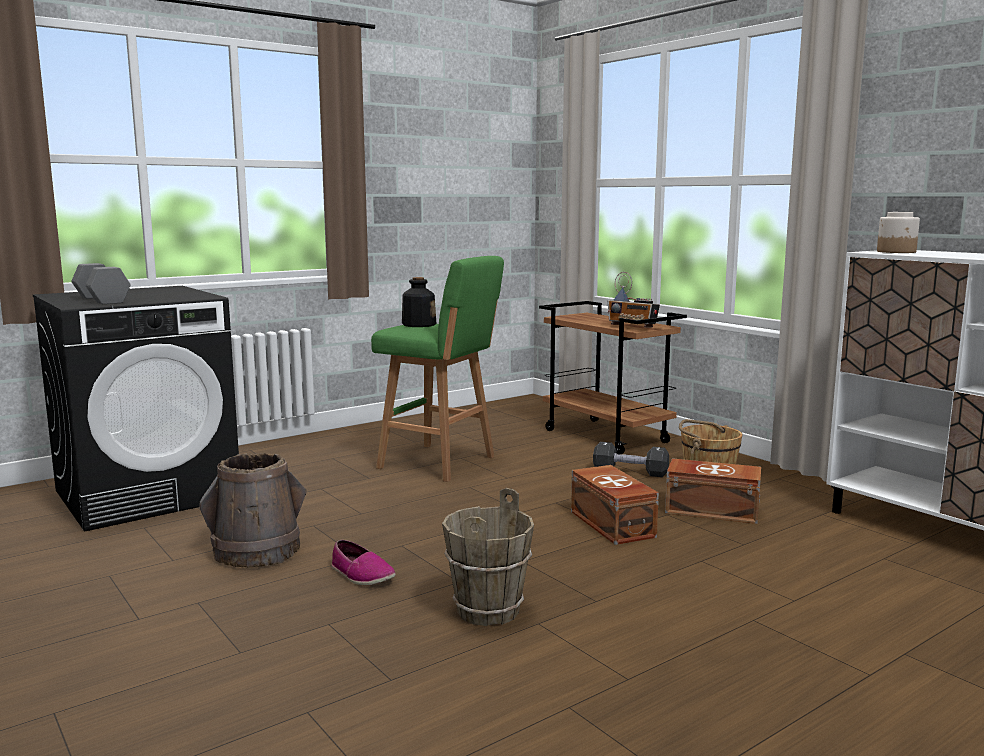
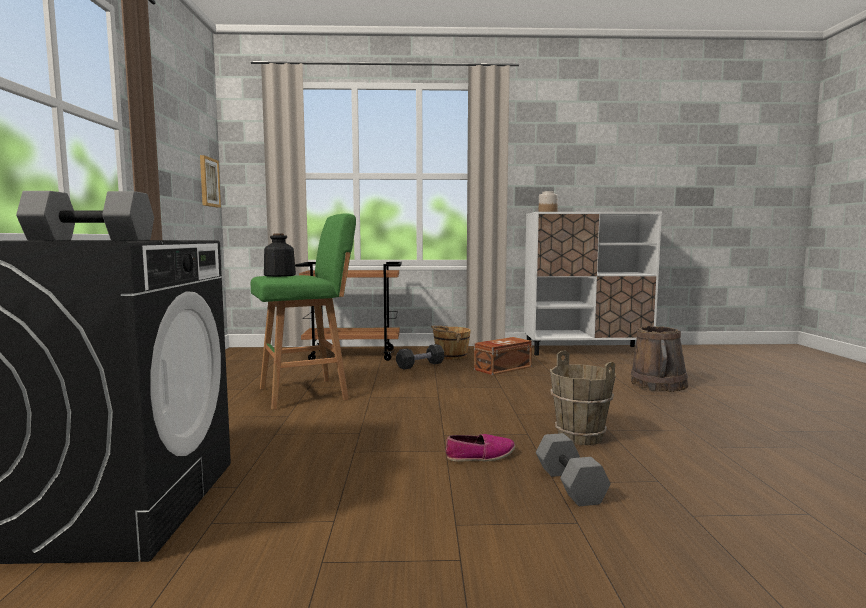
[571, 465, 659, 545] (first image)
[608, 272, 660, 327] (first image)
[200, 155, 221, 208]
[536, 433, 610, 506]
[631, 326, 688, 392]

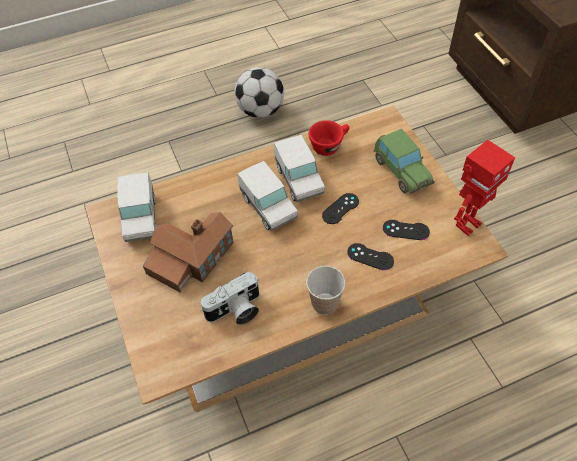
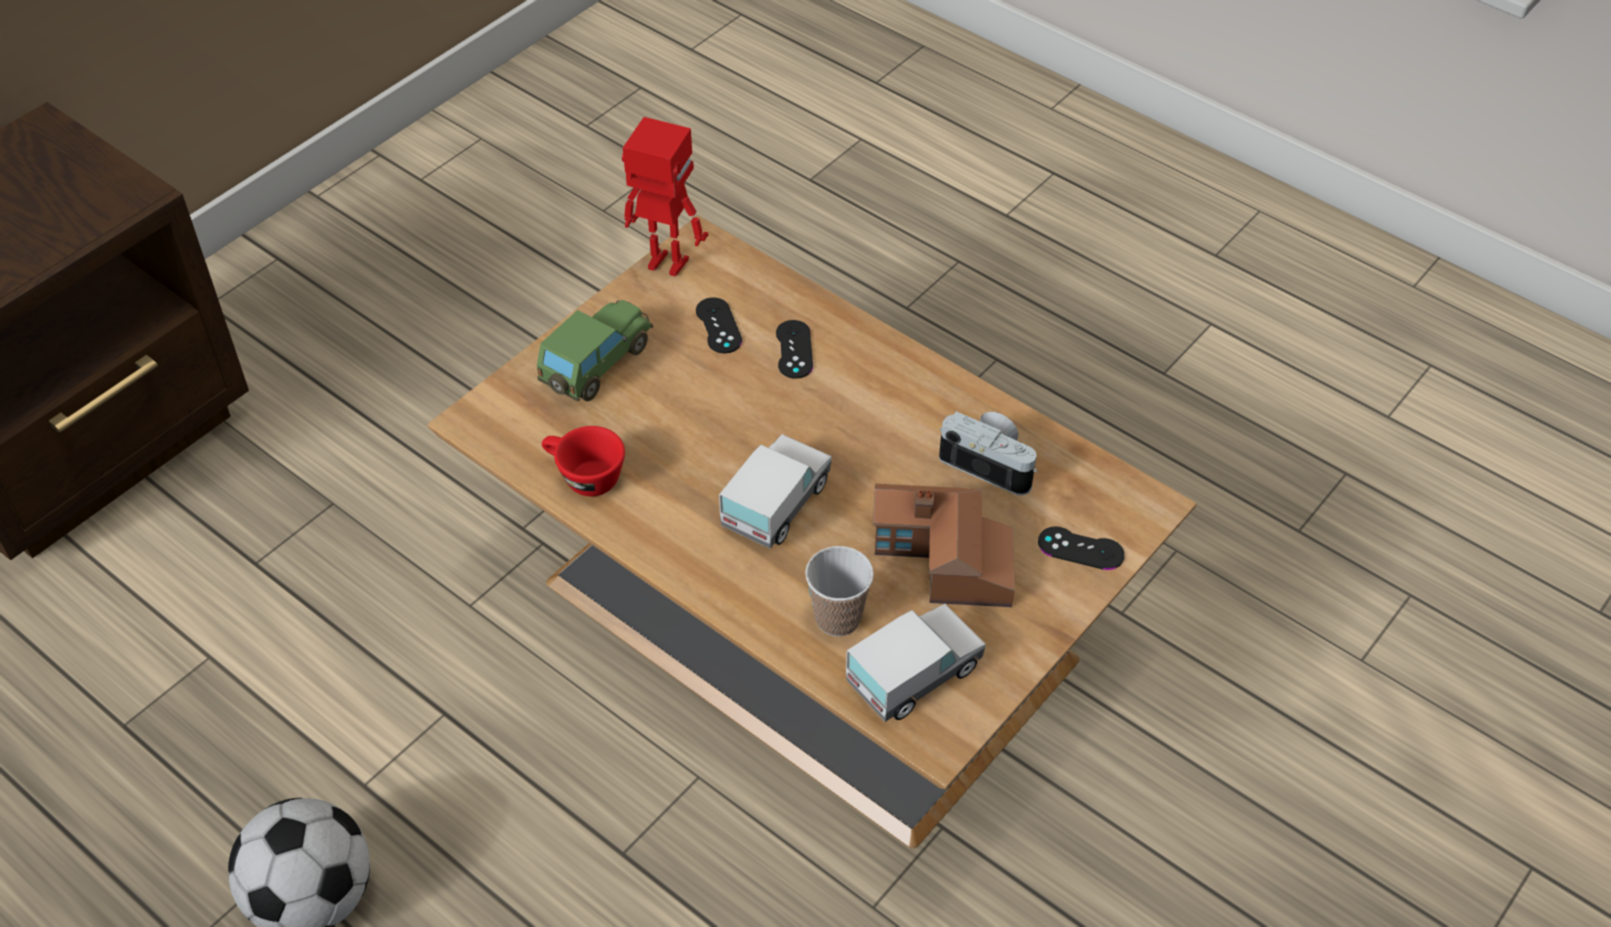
[274, 134, 325, 202] (first image)
[805, 546, 874, 637]
[1038, 526, 1125, 570]

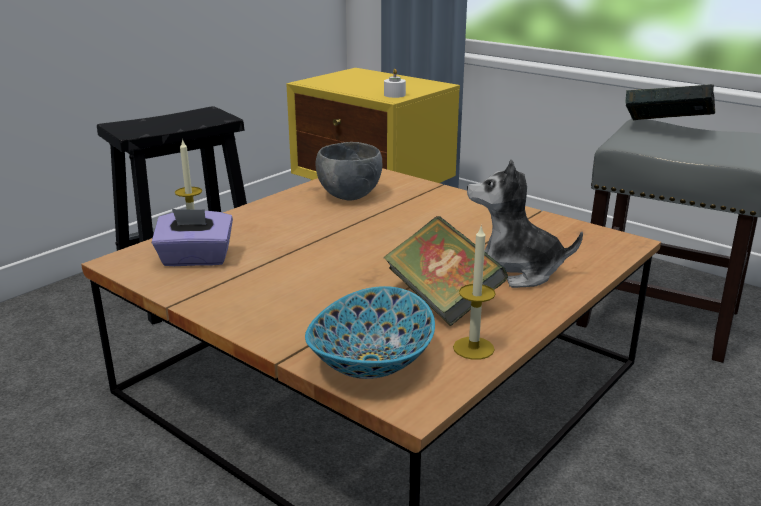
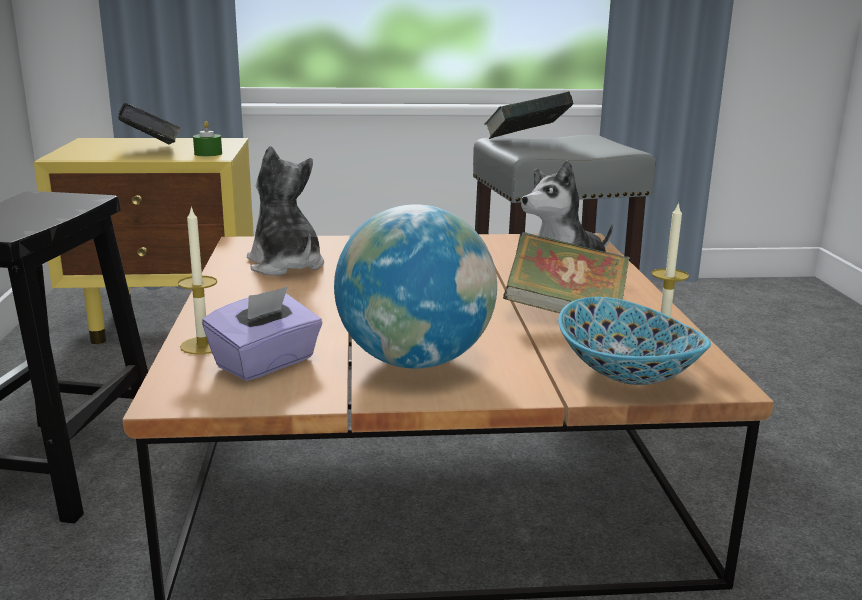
[118, 103, 182, 145]
[334, 204, 497, 369]
[247, 146, 324, 276]
[193, 121, 222, 157]

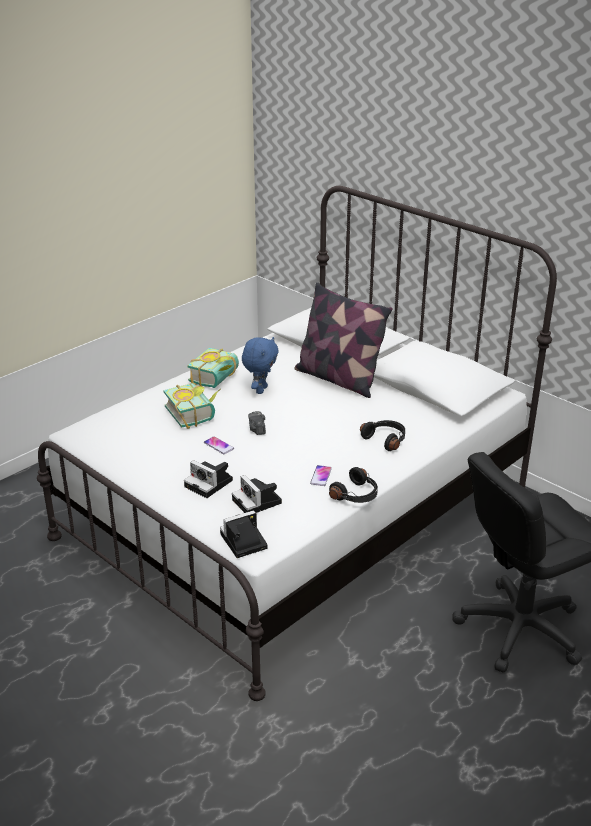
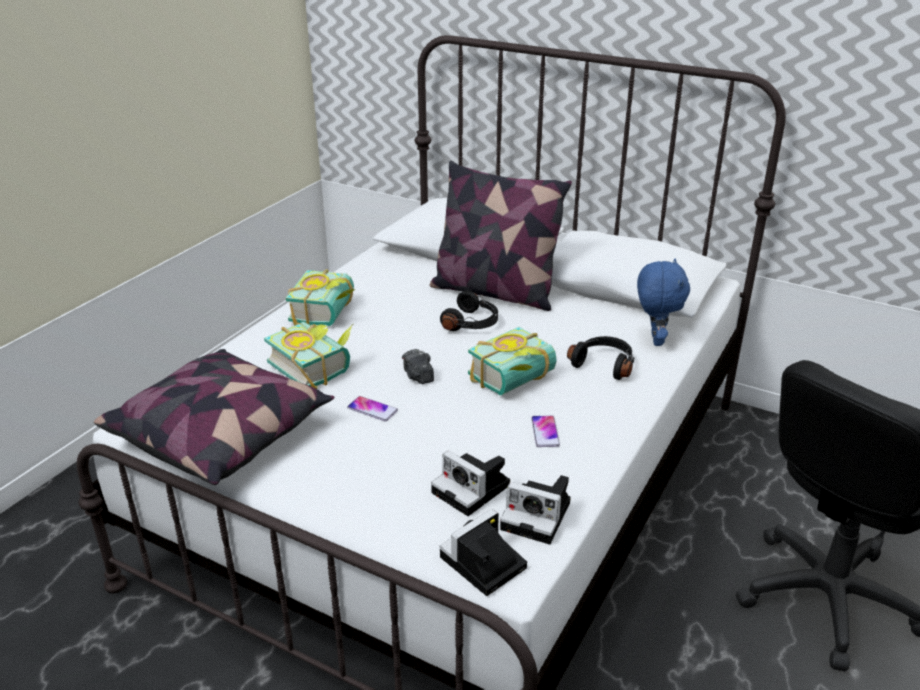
[94, 349, 334, 485]
[468, 327, 557, 395]
[500, 475, 571, 544]
[637, 259, 690, 346]
[440, 291, 498, 331]

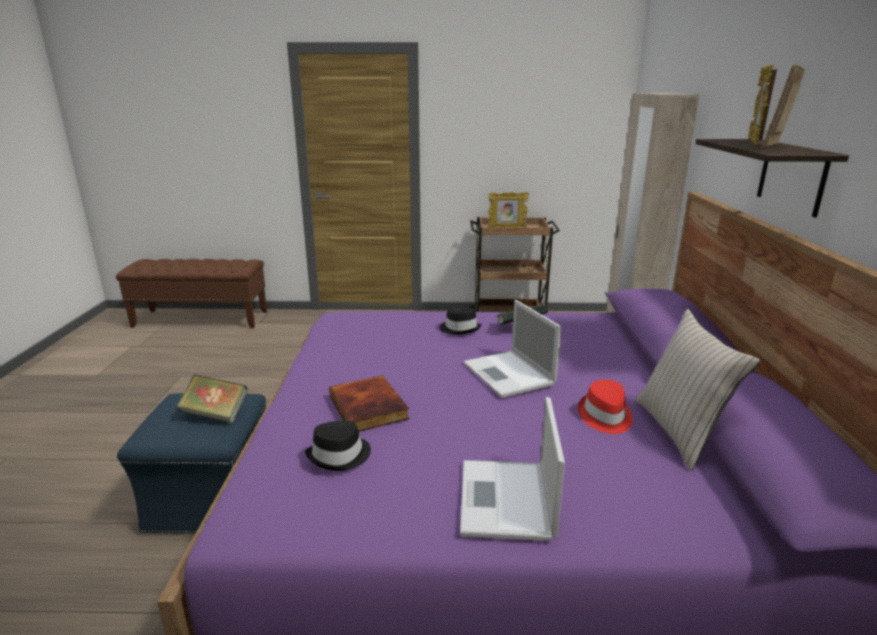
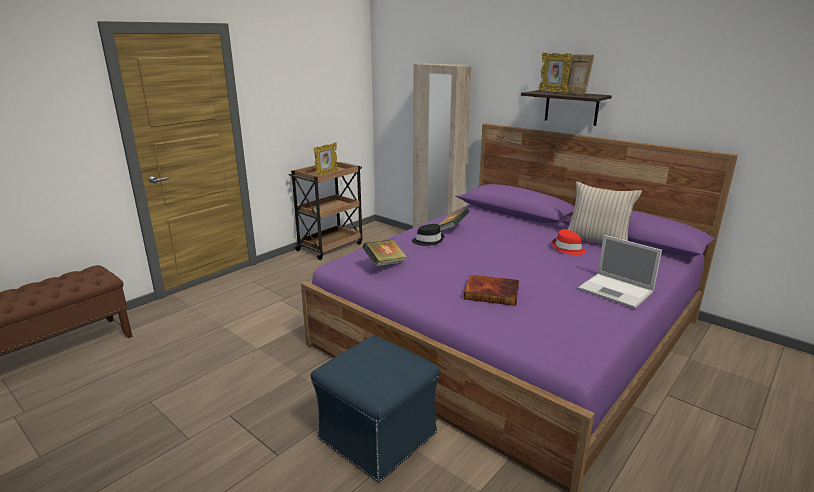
[305, 420, 371, 471] (first image)
[463, 300, 561, 398] (first image)
[362, 239, 407, 266]

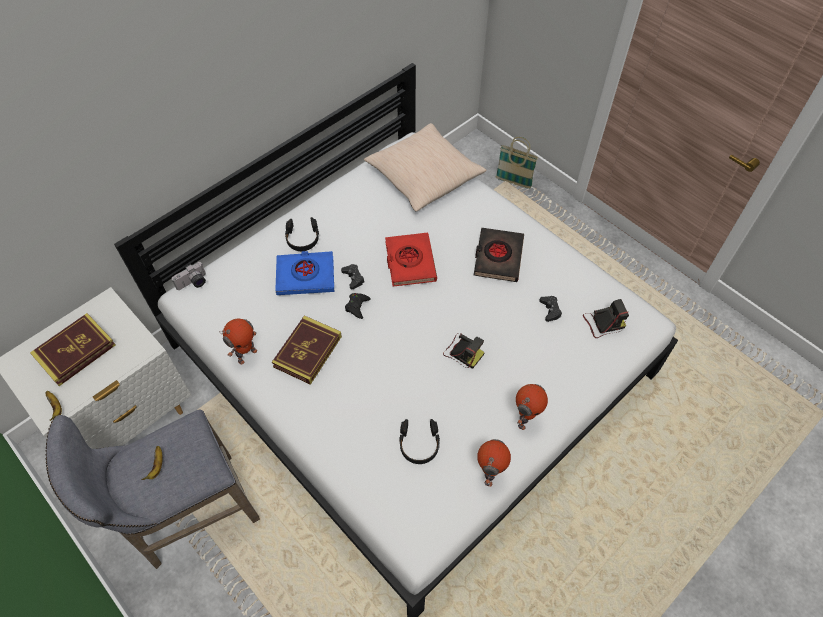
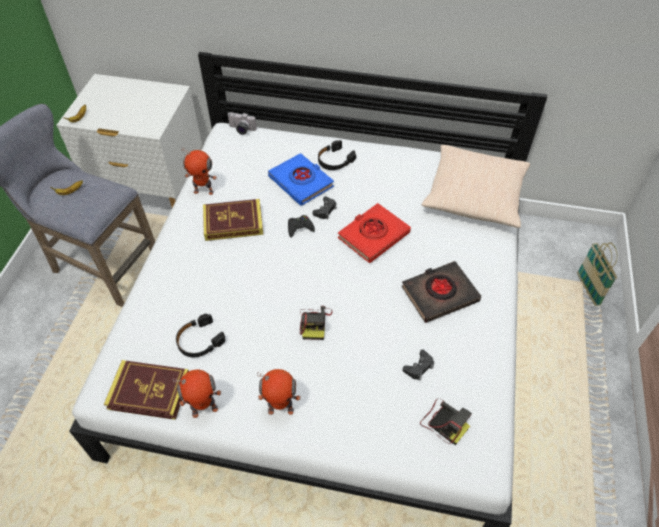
[104, 360, 189, 420]

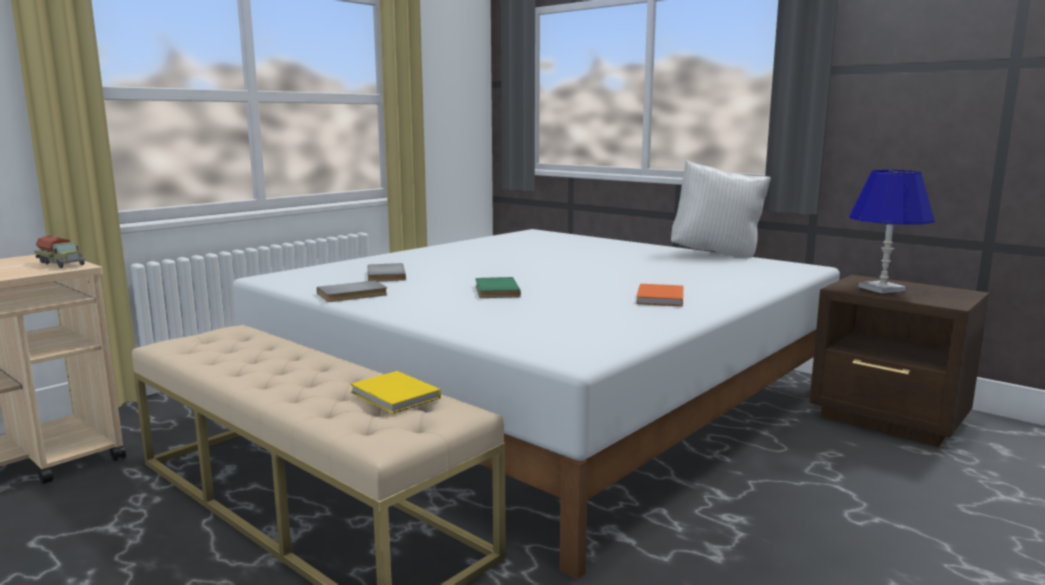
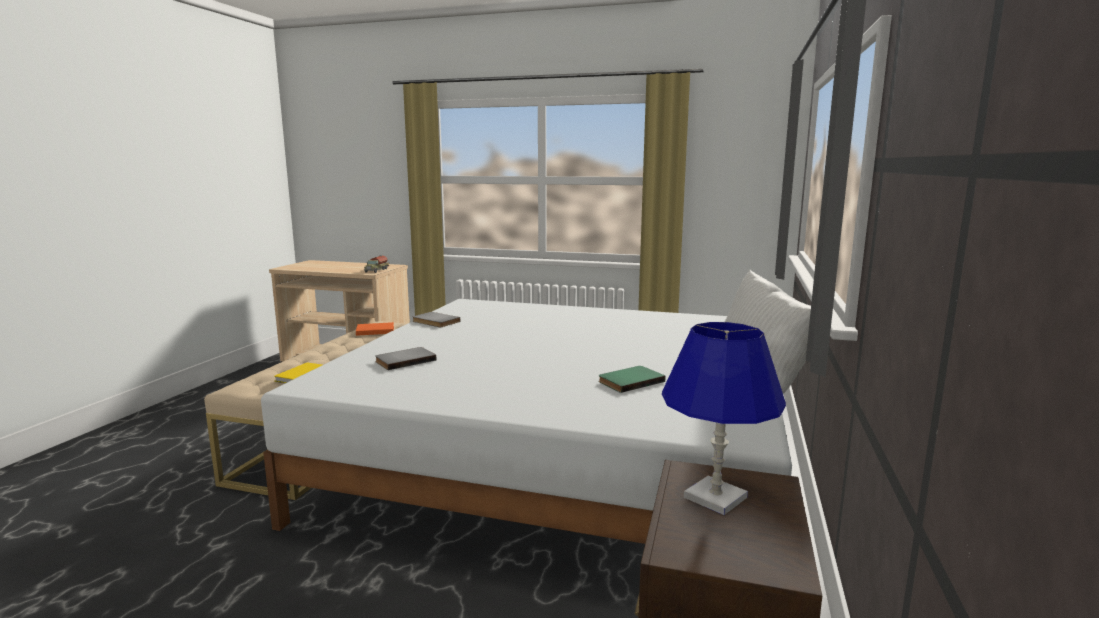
[375, 347, 436, 370]
[599, 366, 665, 393]
[356, 322, 394, 336]

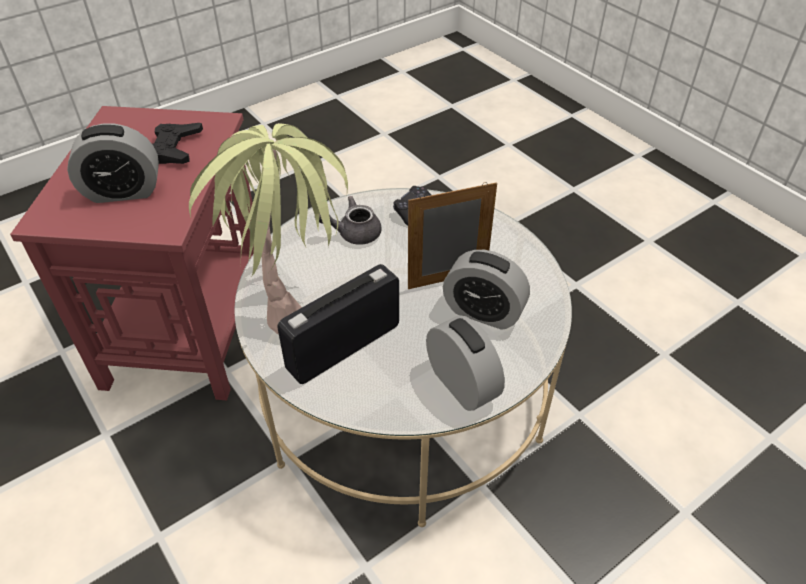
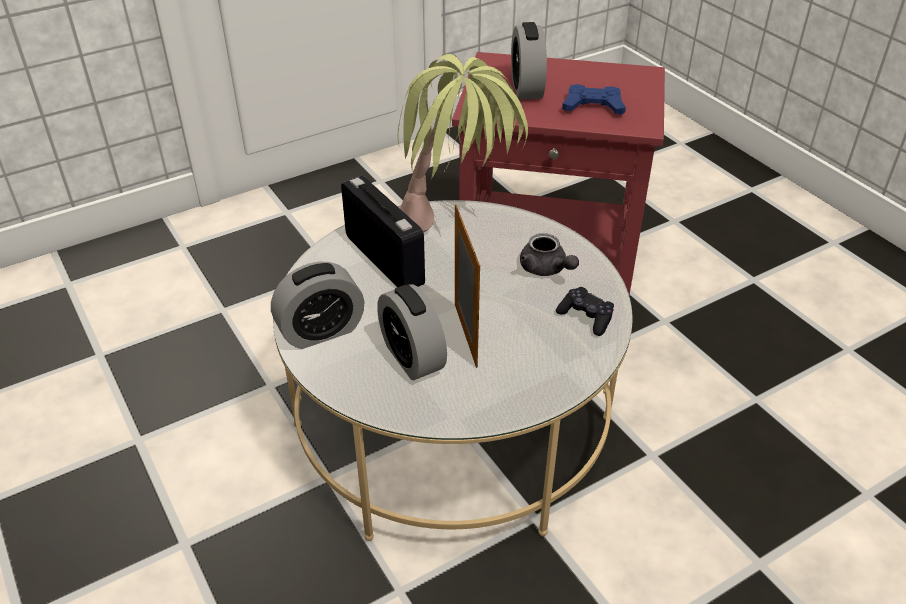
[562, 84, 626, 115]
[520, 233, 579, 276]
[377, 284, 447, 380]

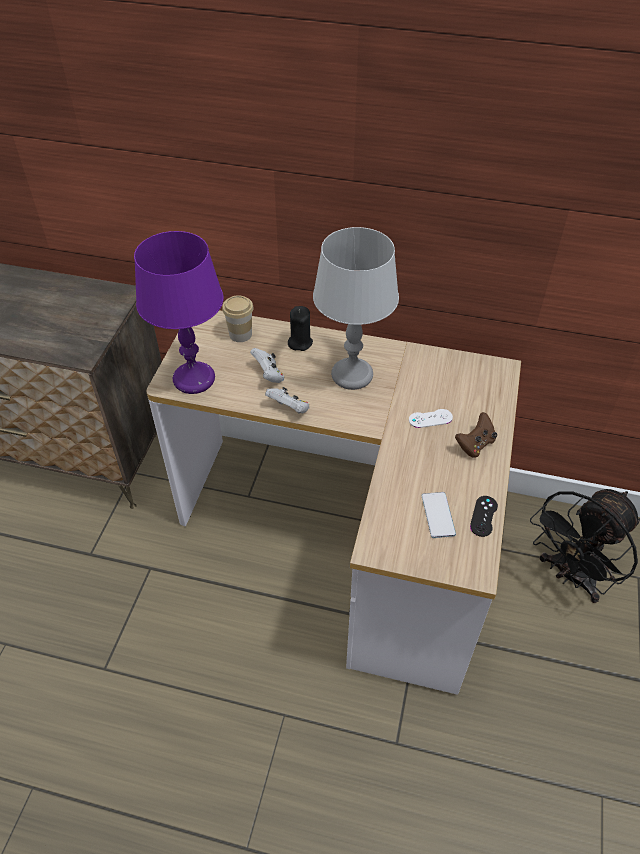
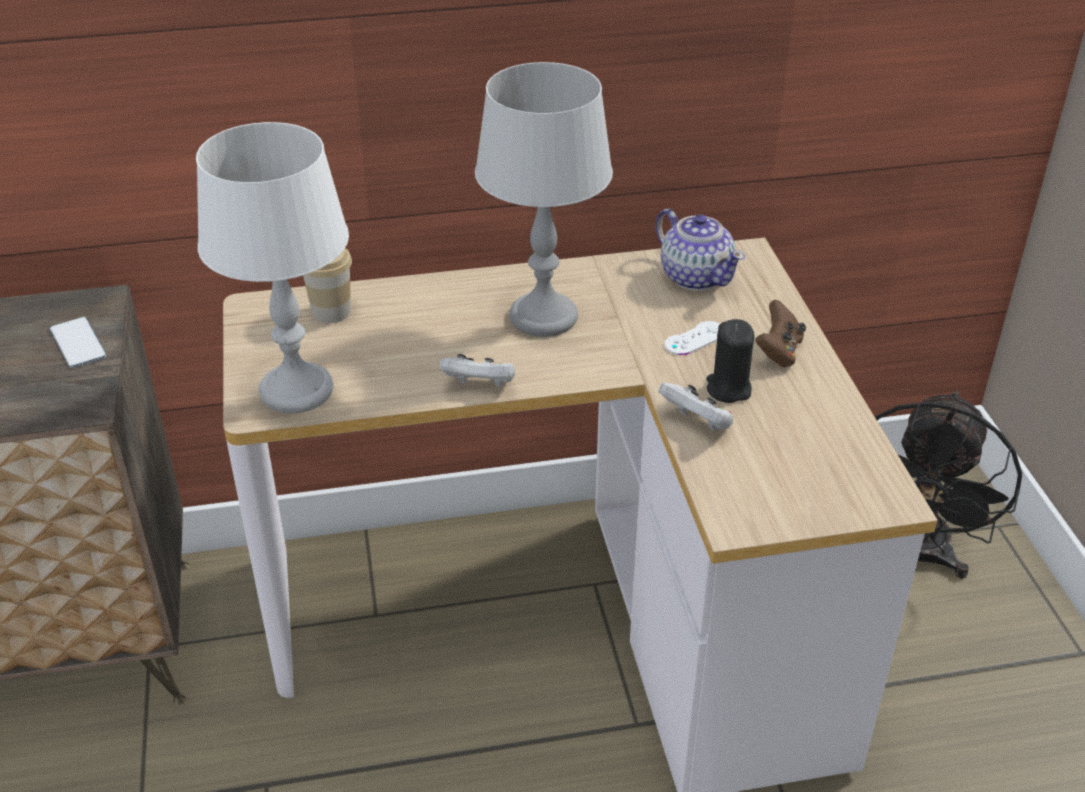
[470, 496, 498, 537] (first image)
[655, 209, 745, 291]
[659, 383, 733, 432]
[707, 319, 755, 403]
[50, 317, 106, 368]
[196, 122, 349, 413]

